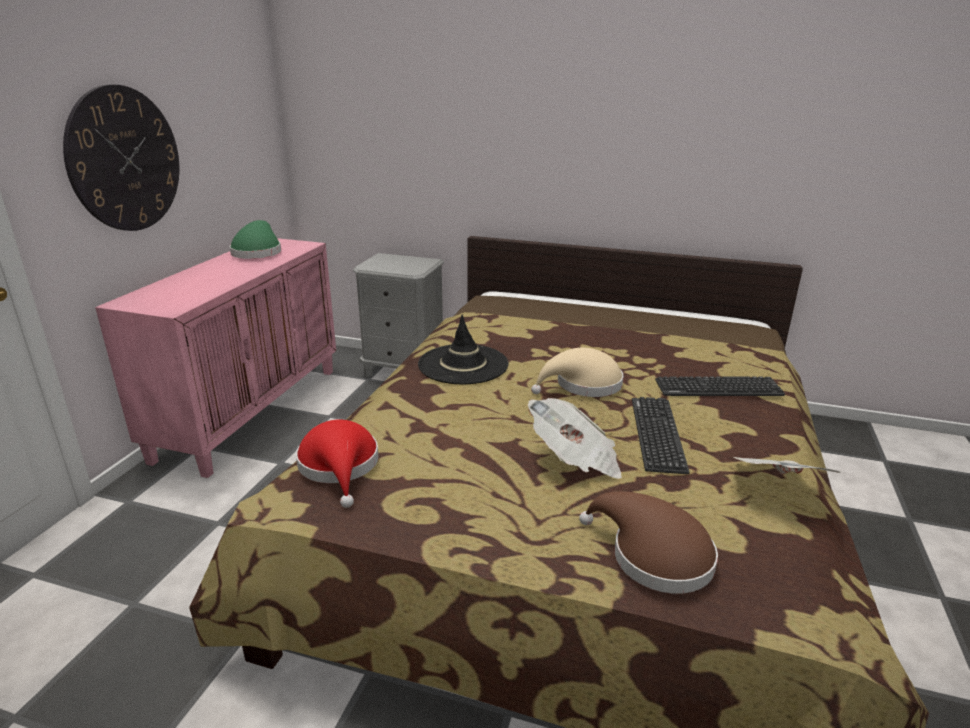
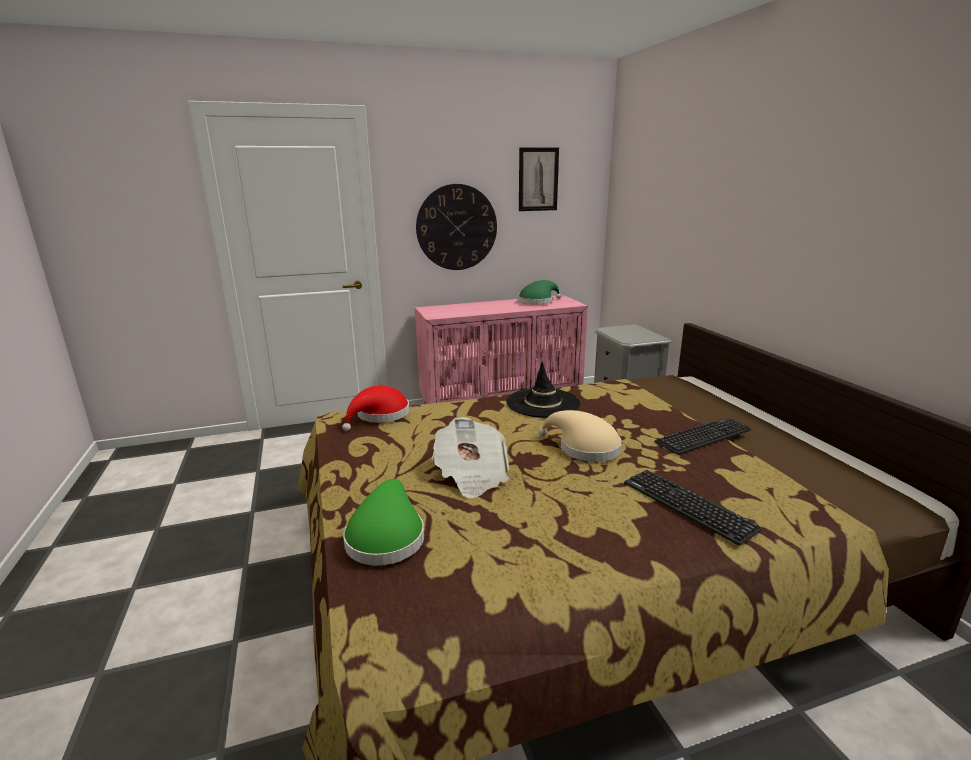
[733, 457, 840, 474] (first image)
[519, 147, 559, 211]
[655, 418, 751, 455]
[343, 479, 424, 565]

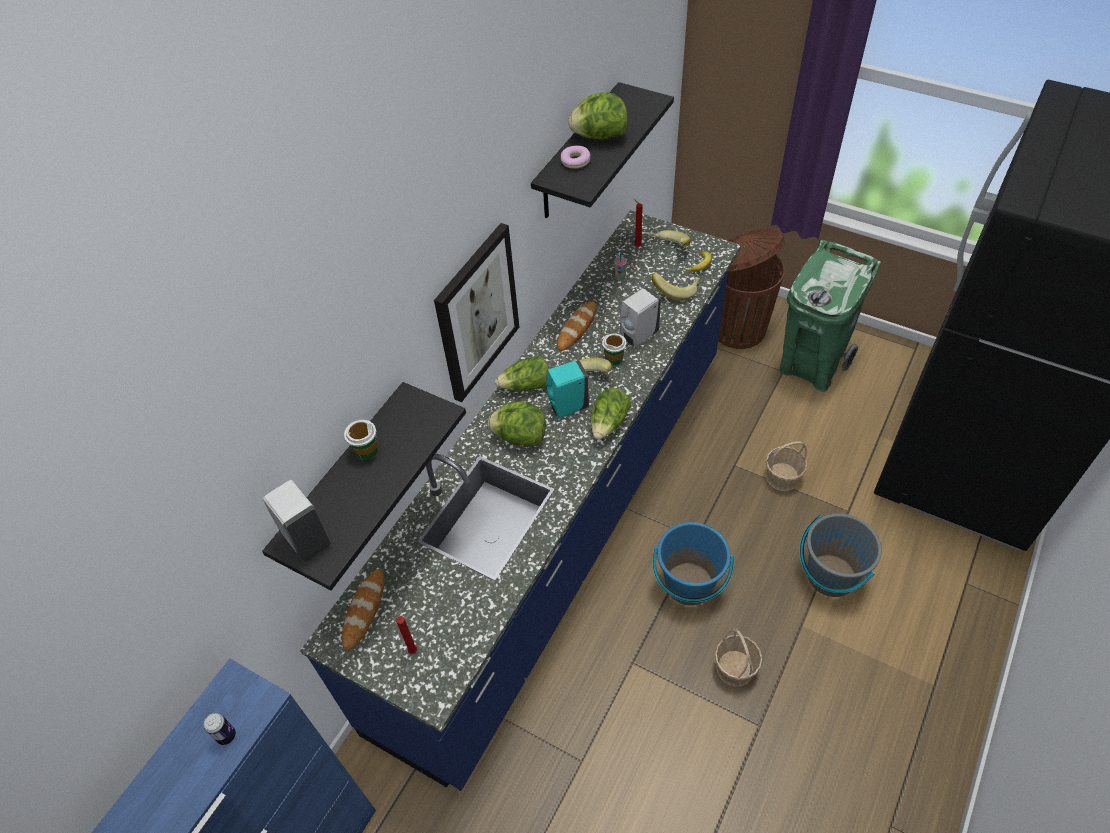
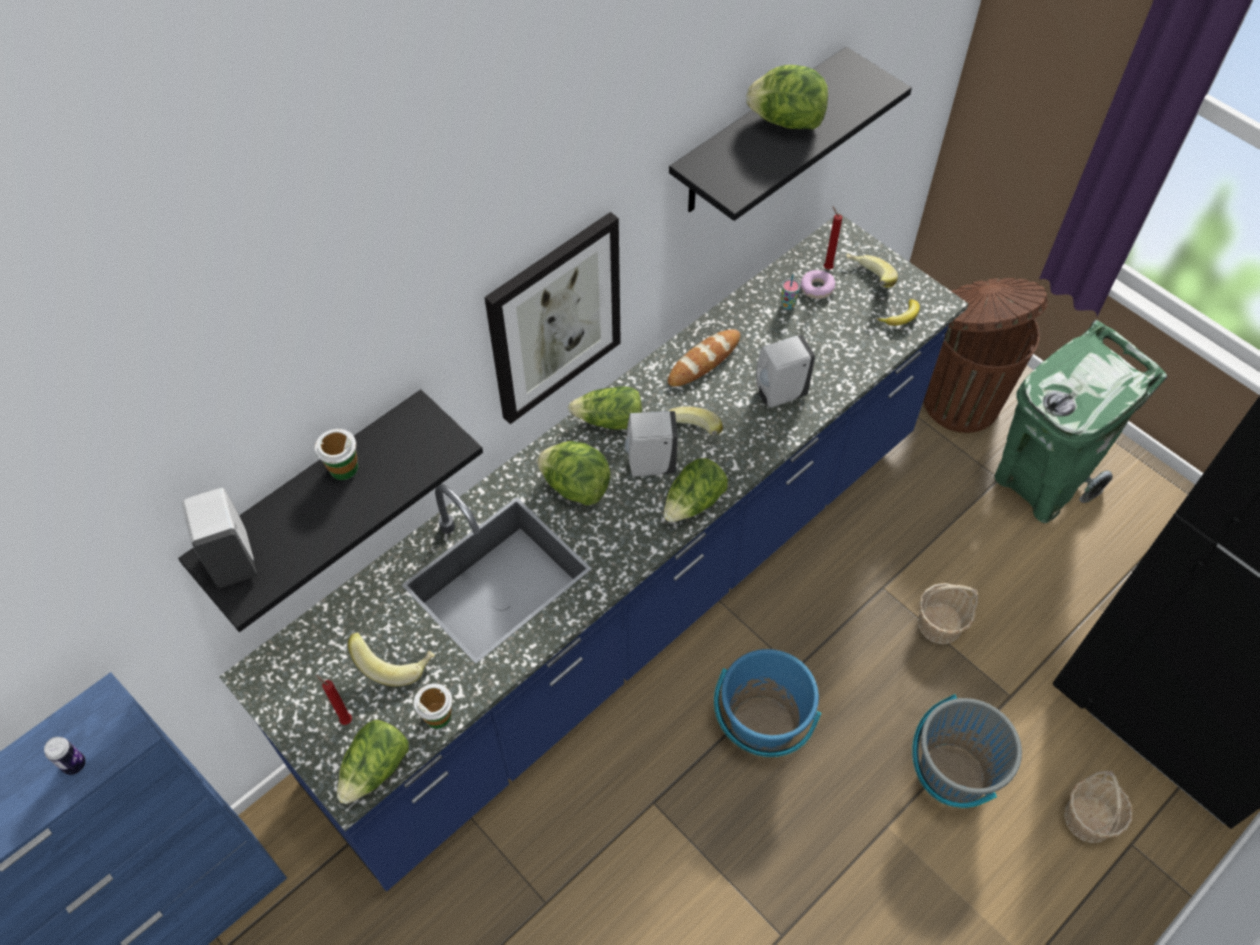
[342, 569, 384, 651] (first image)
[337, 720, 409, 804]
[800, 270, 835, 299]
[414, 683, 452, 729]
[348, 632, 435, 686]
[1064, 771, 1132, 843]
[624, 411, 678, 476]

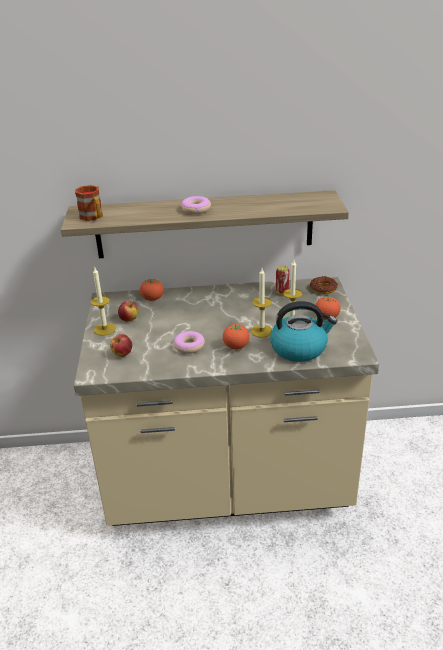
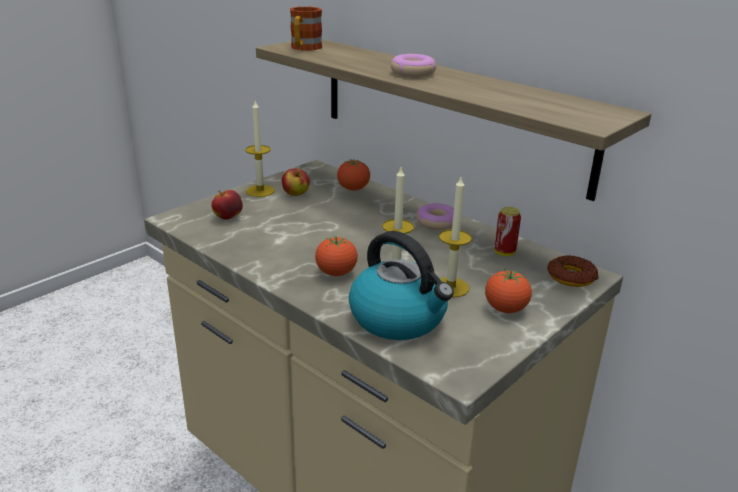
[416, 203, 454, 230]

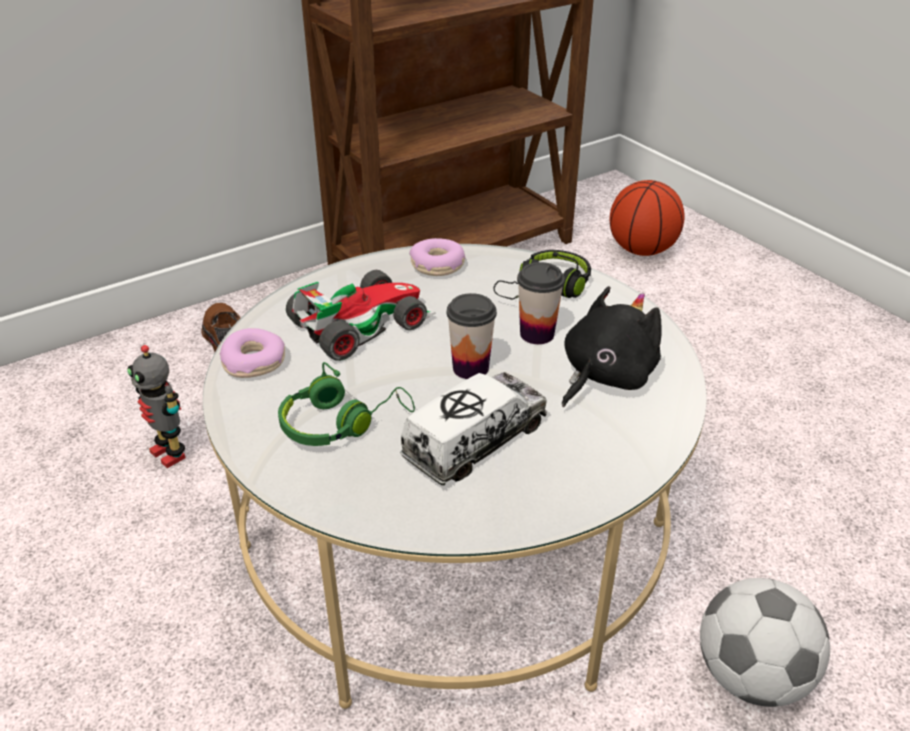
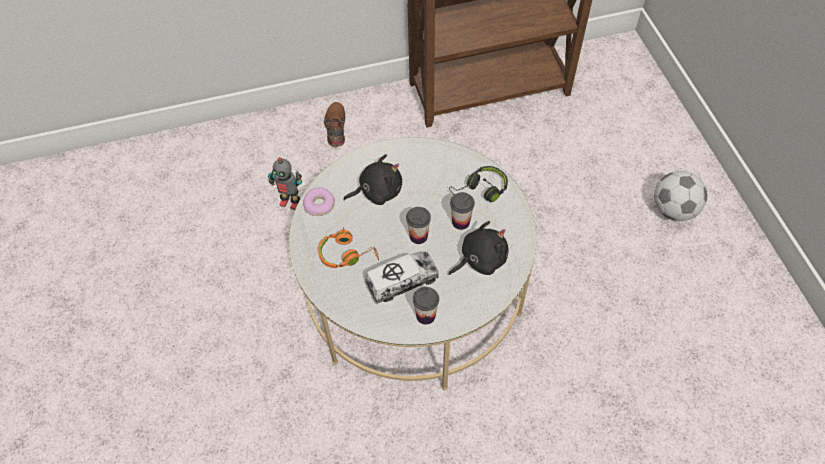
[409, 238, 466, 276] (first image)
[610, 180, 685, 256] (first image)
[413, 287, 439, 325]
[654, 171, 707, 221]
[344, 154, 402, 205]
[318, 227, 379, 268]
[268, 157, 302, 210]

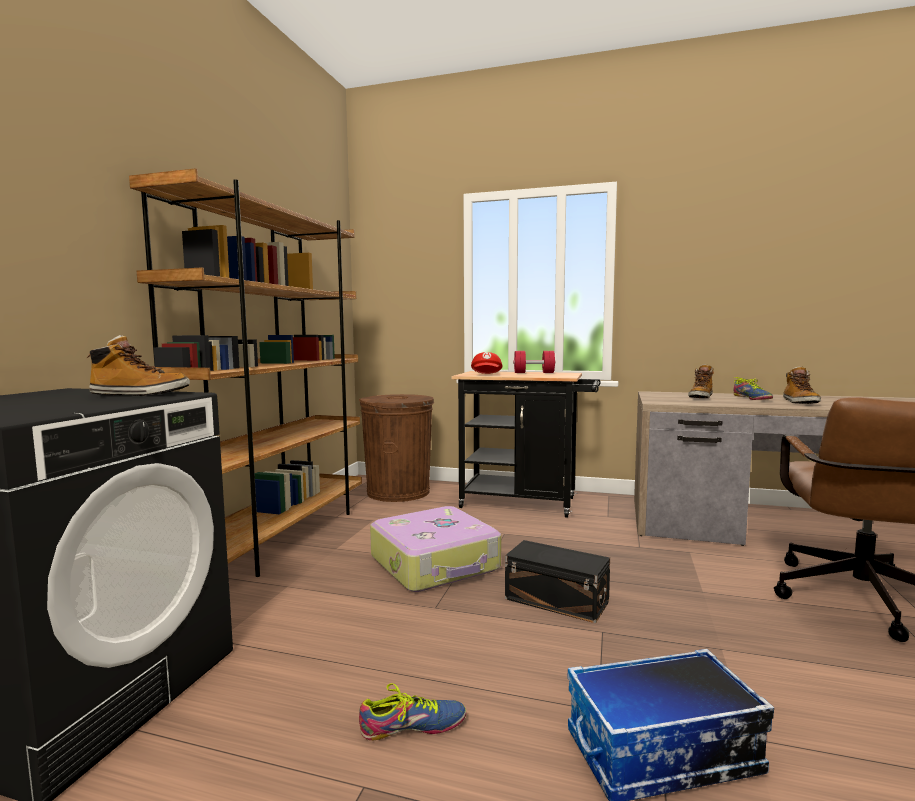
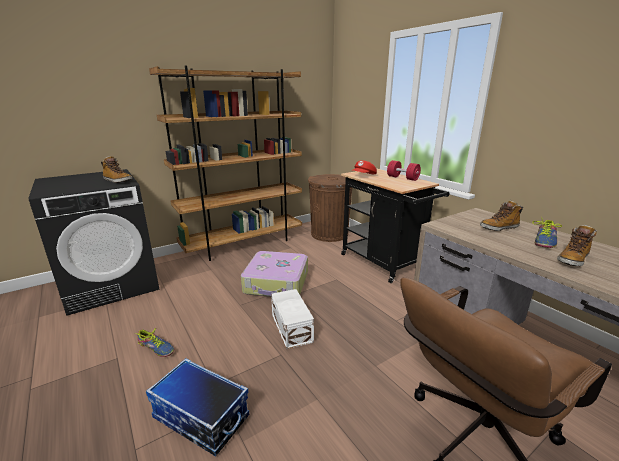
[271, 289, 314, 349]

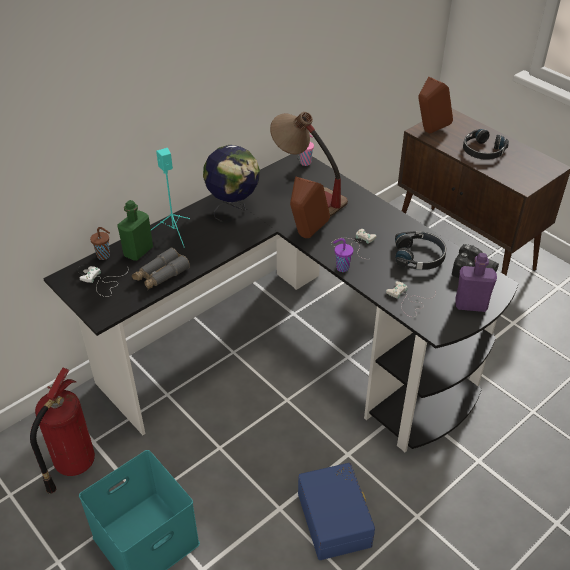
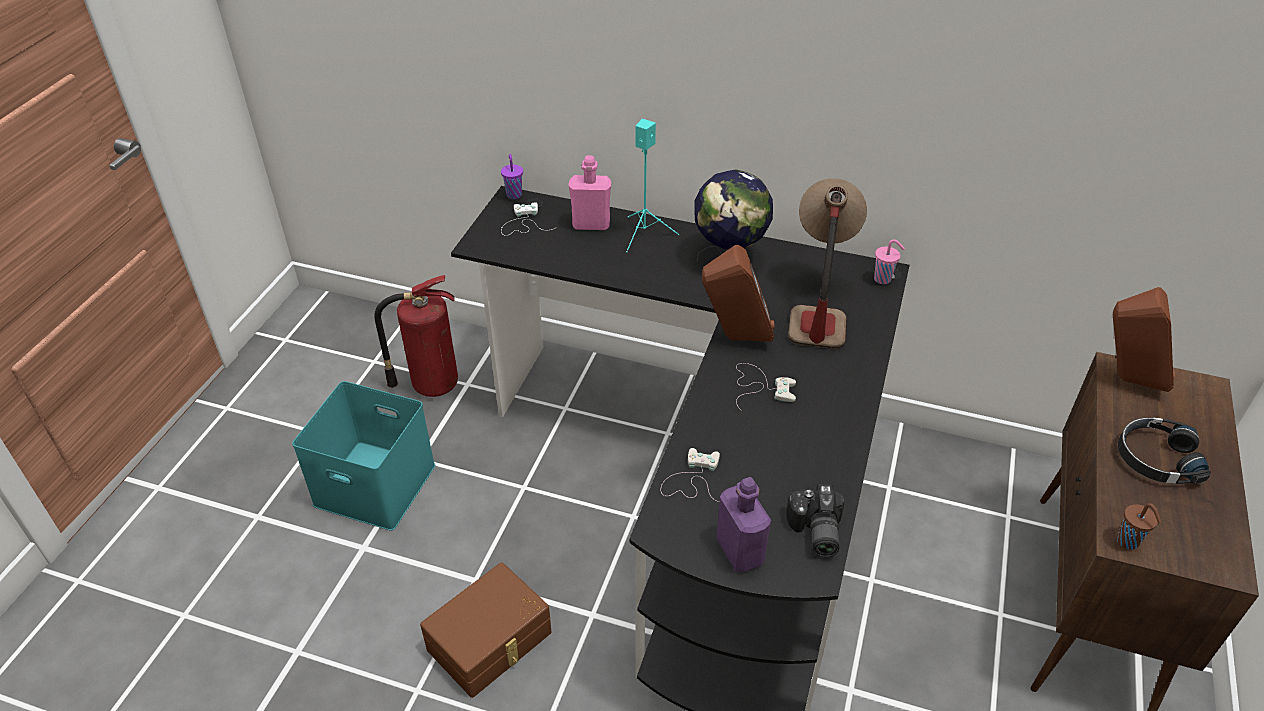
[132, 248, 190, 290] (first image)
[395, 231, 447, 270] (first image)
[1117, 503, 1161, 550]
[501, 154, 523, 199]
[569, 155, 611, 230]
[420, 562, 552, 698]

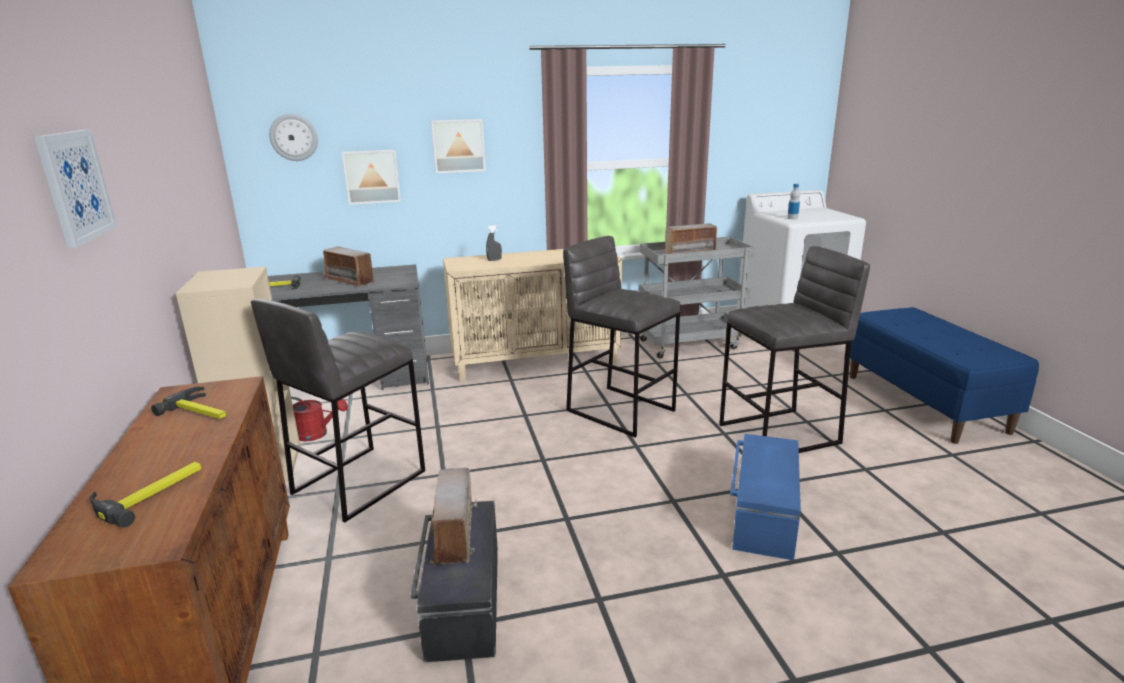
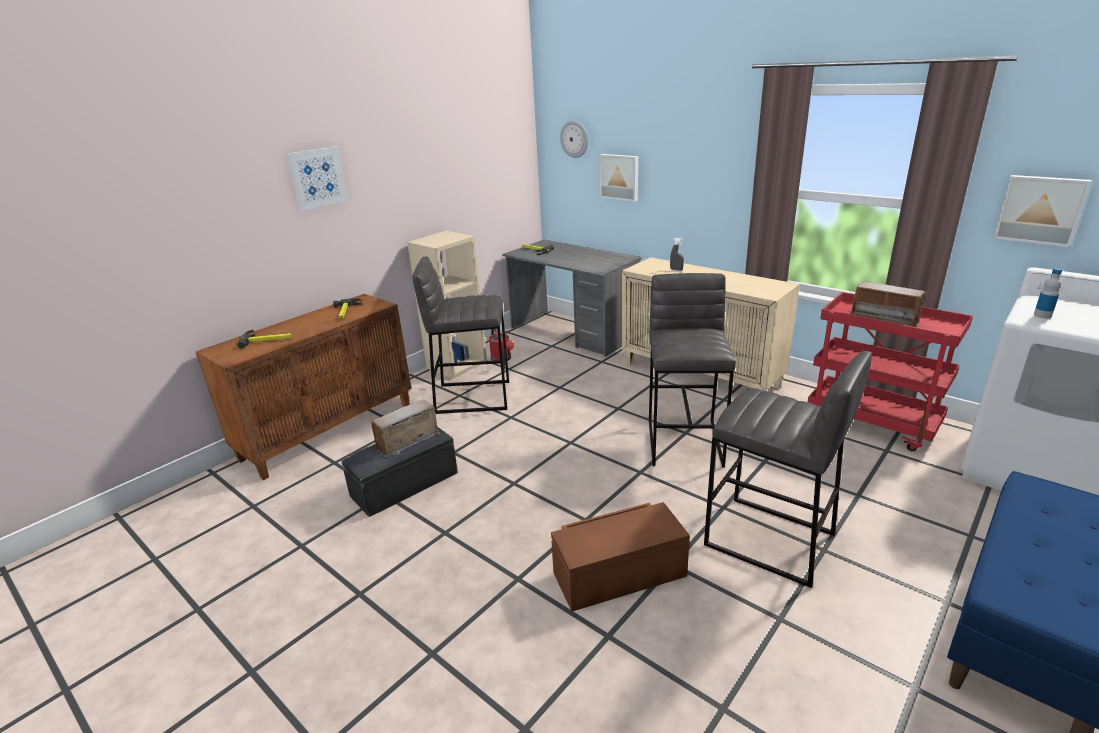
[323, 246, 375, 287] (first image)
[994, 175, 1092, 247]
[808, 292, 973, 452]
[551, 502, 690, 612]

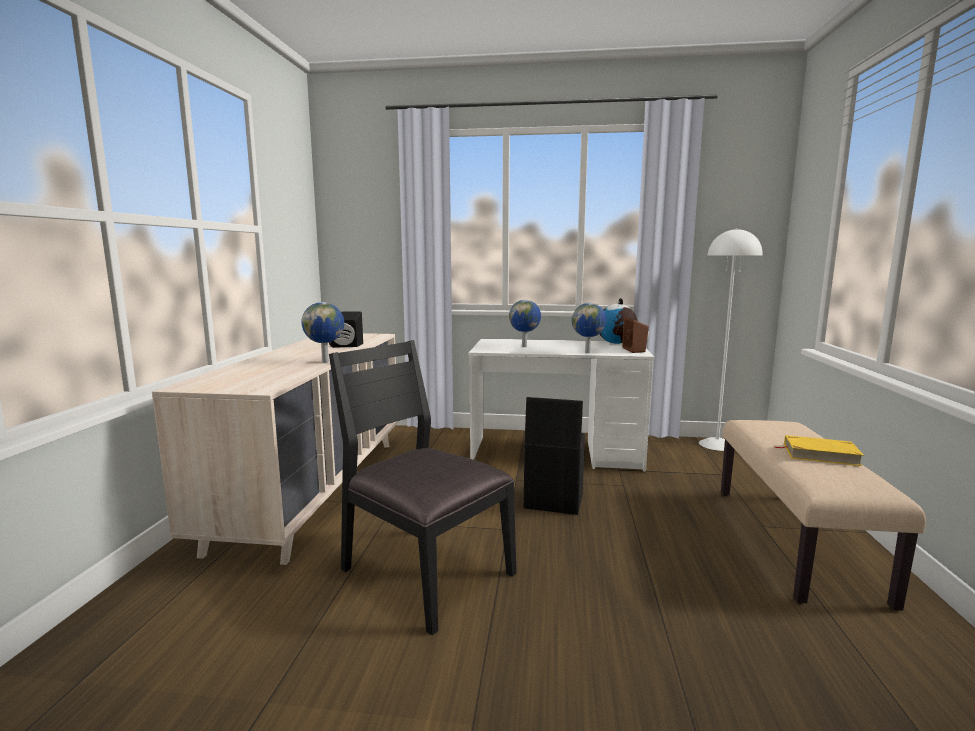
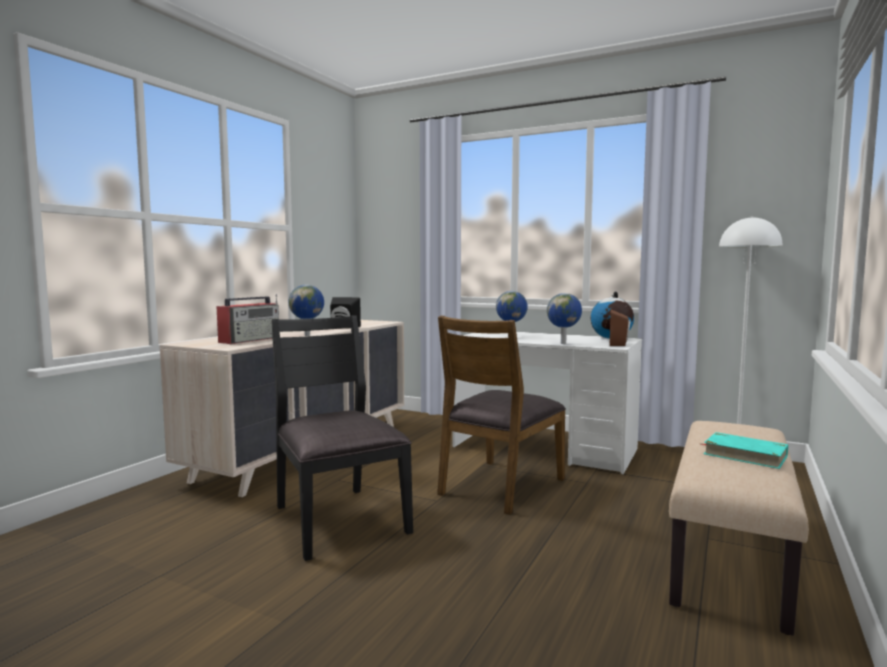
[216, 294, 279, 344]
[437, 316, 566, 515]
[701, 432, 788, 469]

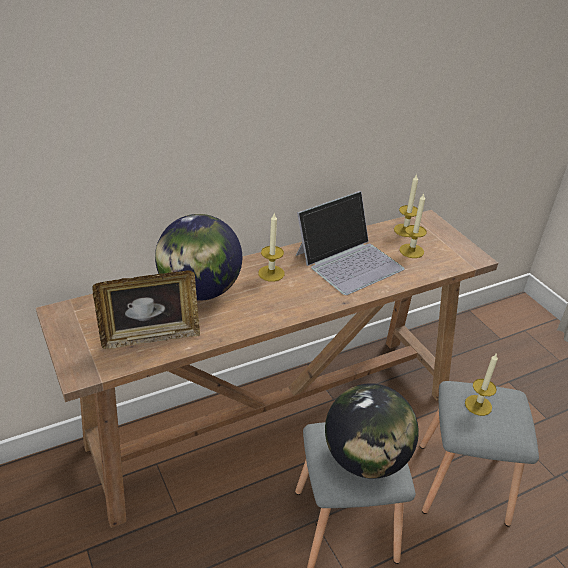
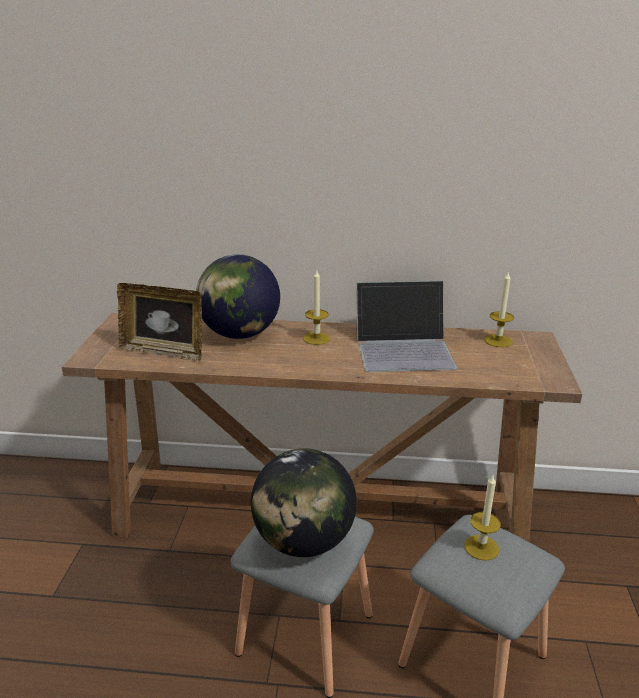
[399, 194, 427, 258] (first image)

